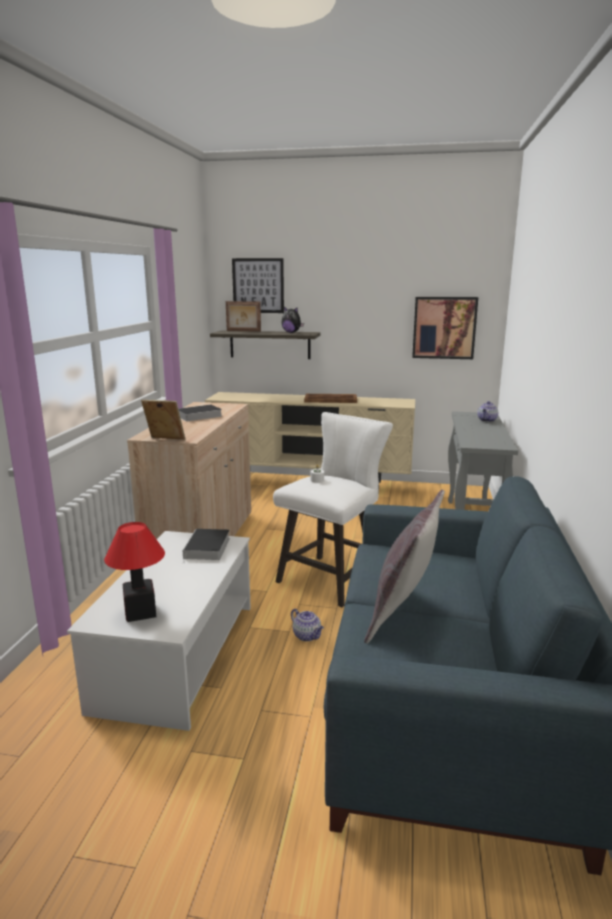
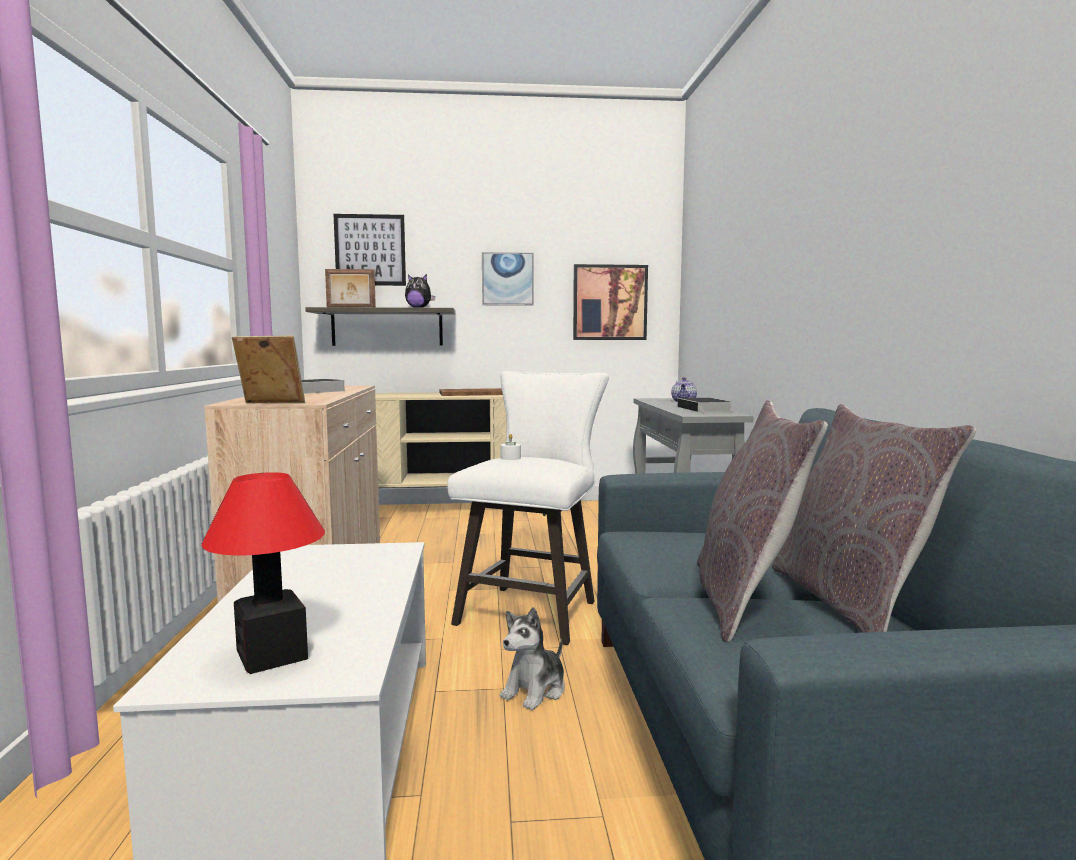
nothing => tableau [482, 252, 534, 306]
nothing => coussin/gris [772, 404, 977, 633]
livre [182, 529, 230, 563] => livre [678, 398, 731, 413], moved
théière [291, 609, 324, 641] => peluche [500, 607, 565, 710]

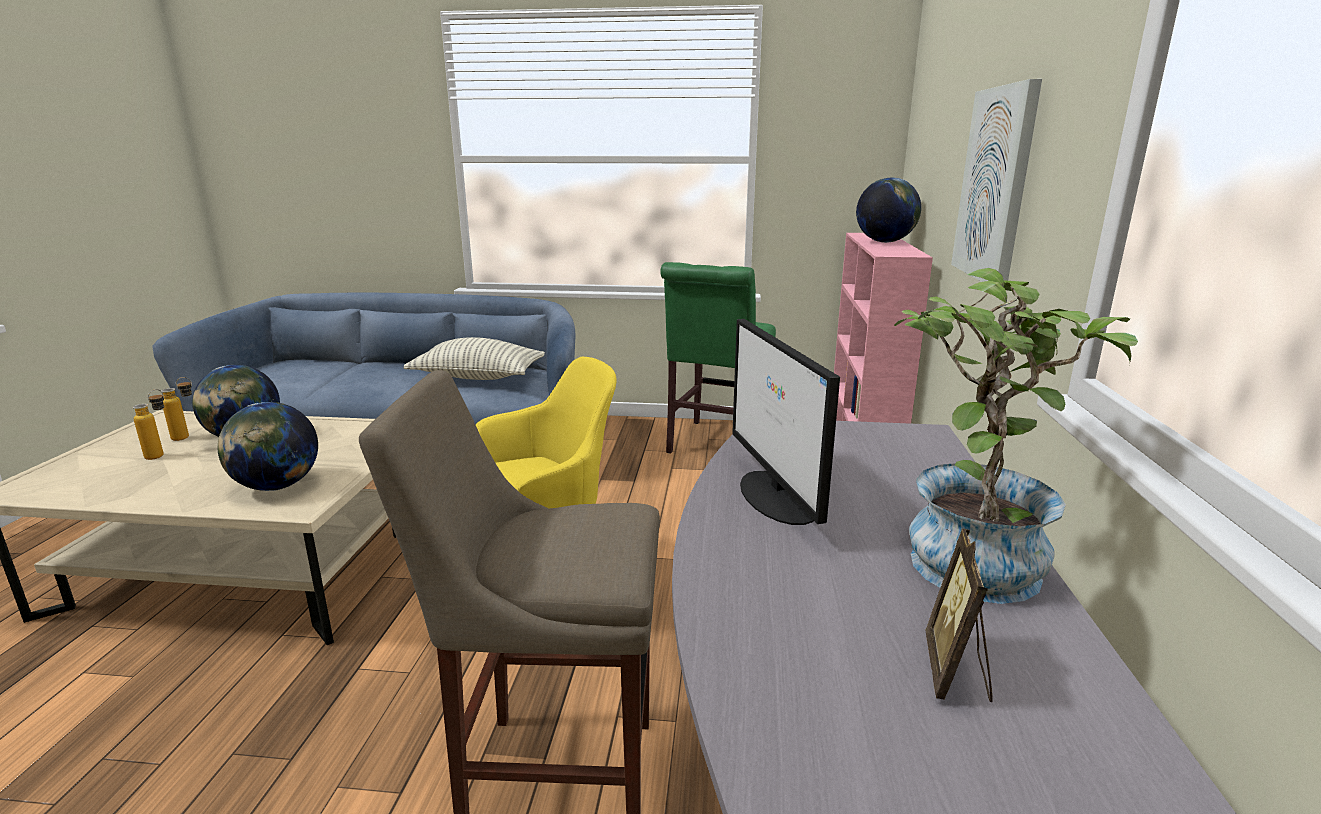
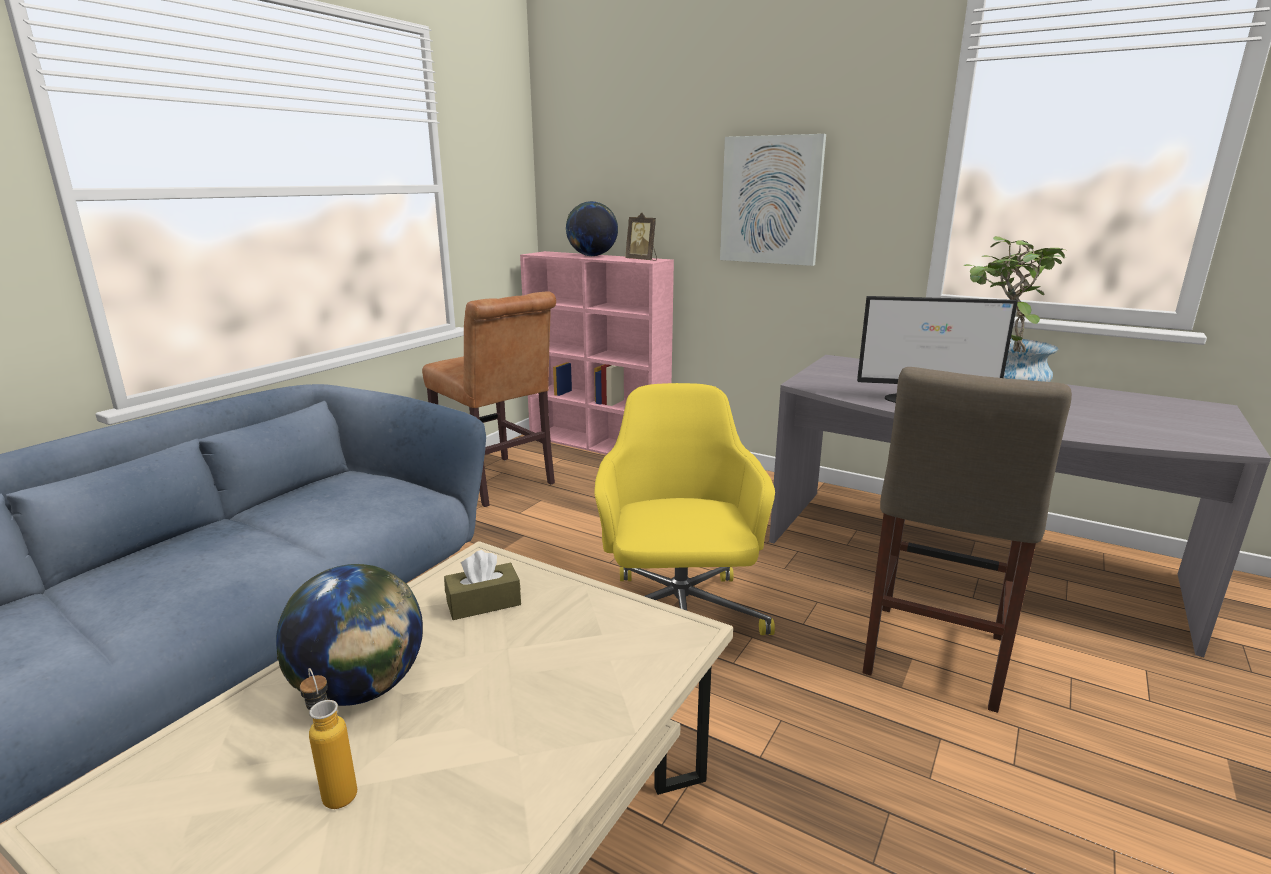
bouteille [161, 377, 192, 441] => nothing
globe [218, 402, 318, 491] => nothing
coussin [403, 337, 545, 380] => nothing
nothing => boîte à mouchoirs/marron [444, 550, 521, 620]
cadre photo [926, 528, 993, 702] => cadre photo [625, 213, 657, 261], moved
chaise/vert [660, 262, 776, 453] => chaise/marron [422, 291, 556, 507]

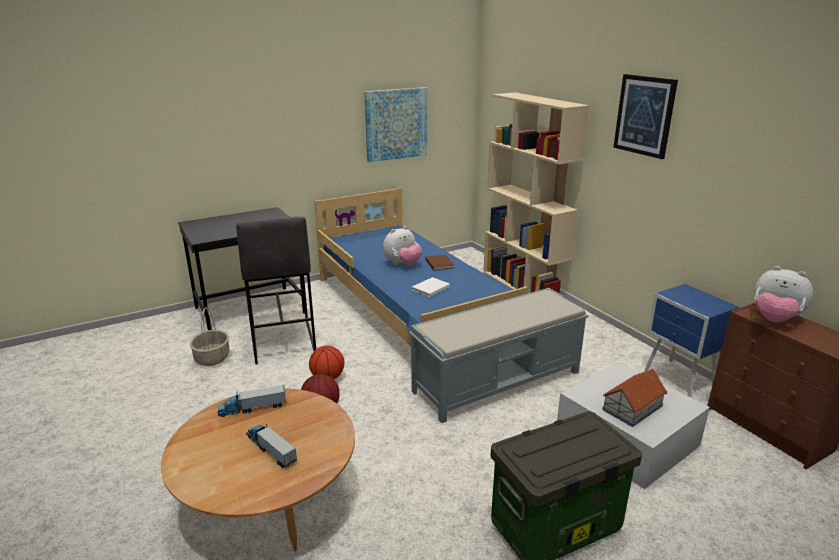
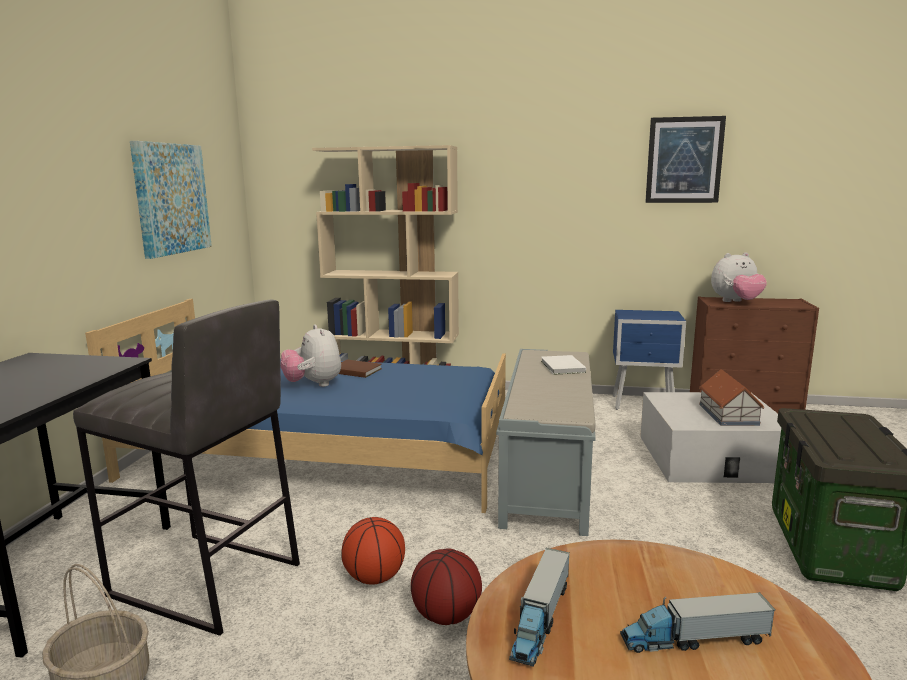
livre/blanc [412, 277, 450, 297] => livre/blanc [541, 355, 586, 375], moved
tableau [613, 74, 678, 159] => tableau [645, 116, 726, 203], moved
peluche [383, 226, 422, 265] => peluche [281, 324, 341, 387], 150 degrees clockwise

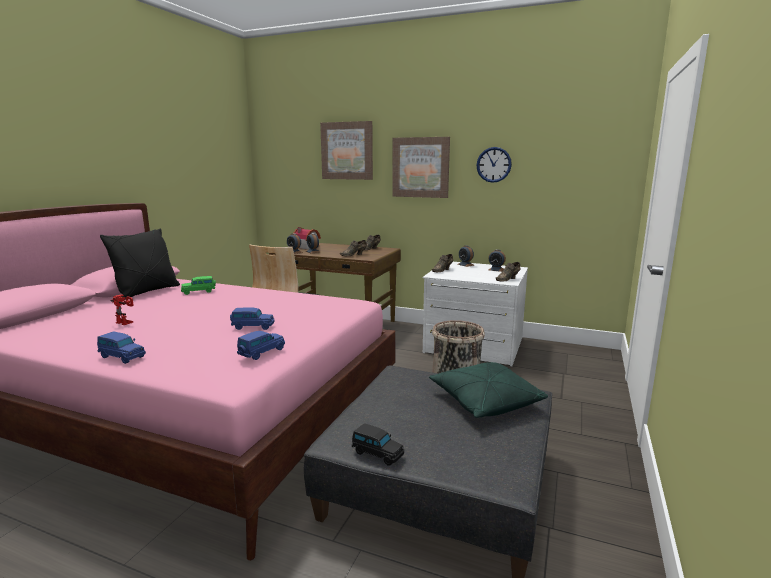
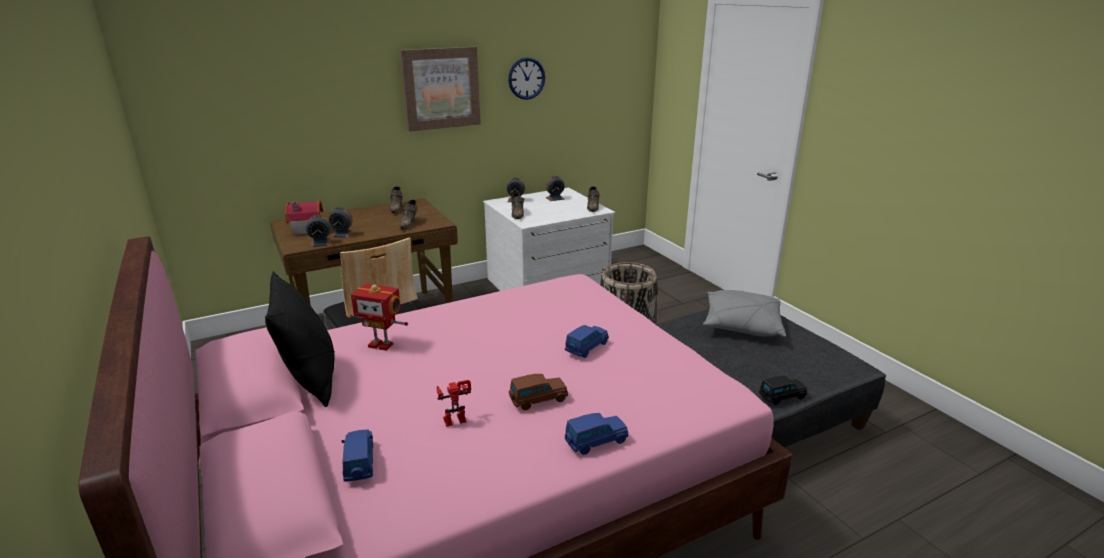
tableau [320, 121, 373, 180] => nothing
nothing => petite voiture/marron [509, 374, 568, 410]
petite voiture/bleu [237, 331, 285, 360] => petite voiture/bleu [341, 430, 373, 482], moved
petite voiture/vert [181, 276, 216, 295] => robot jouet [350, 284, 408, 351]
coussin/vert [429, 362, 548, 418] => coussin/gris [703, 290, 786, 337]

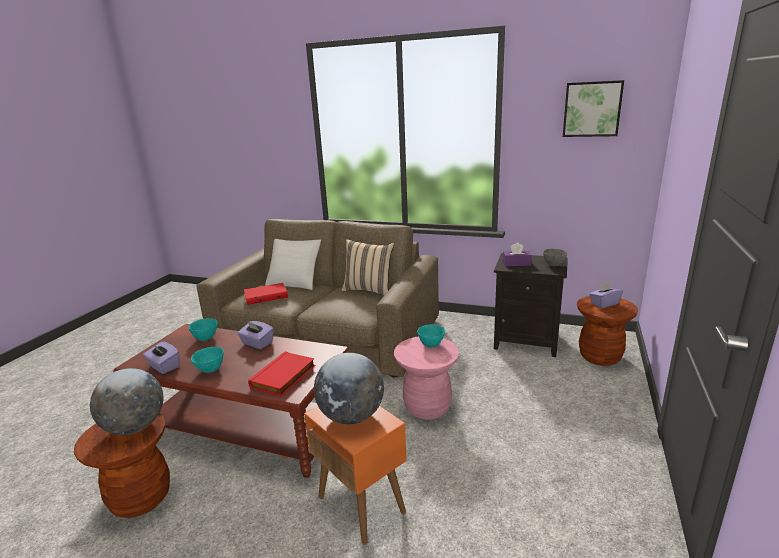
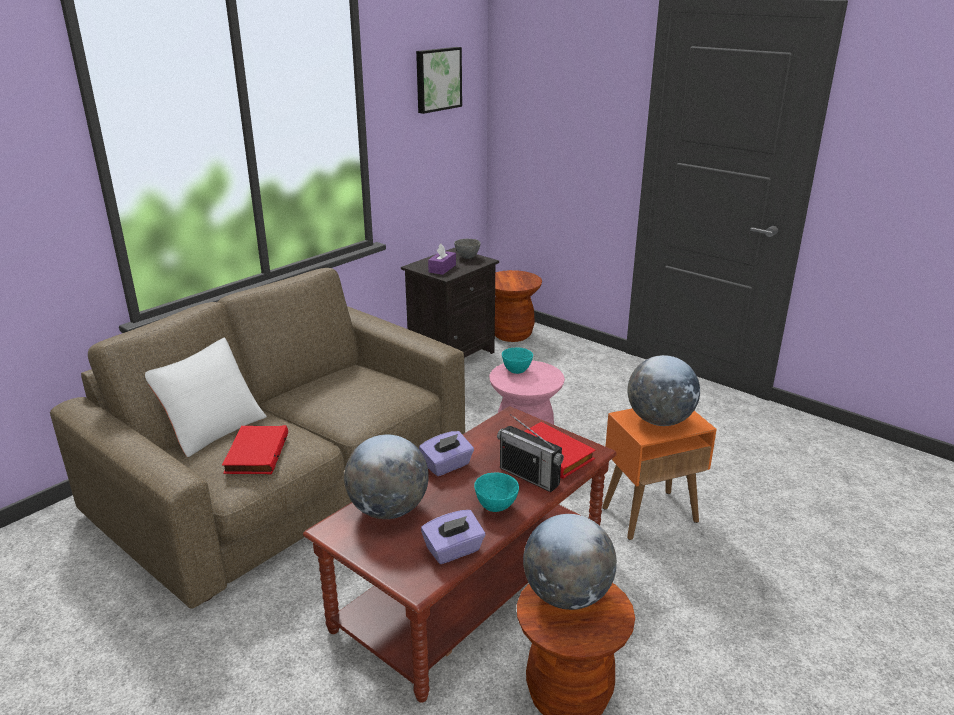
coussin/beige [341, 239, 394, 296] => nothing
boîte à mouchoirs/violet [589, 282, 623, 308] => nothing
nothing => radio [497, 414, 564, 492]
bol/turquoise [188, 318, 218, 341] => globe [344, 435, 429, 519]

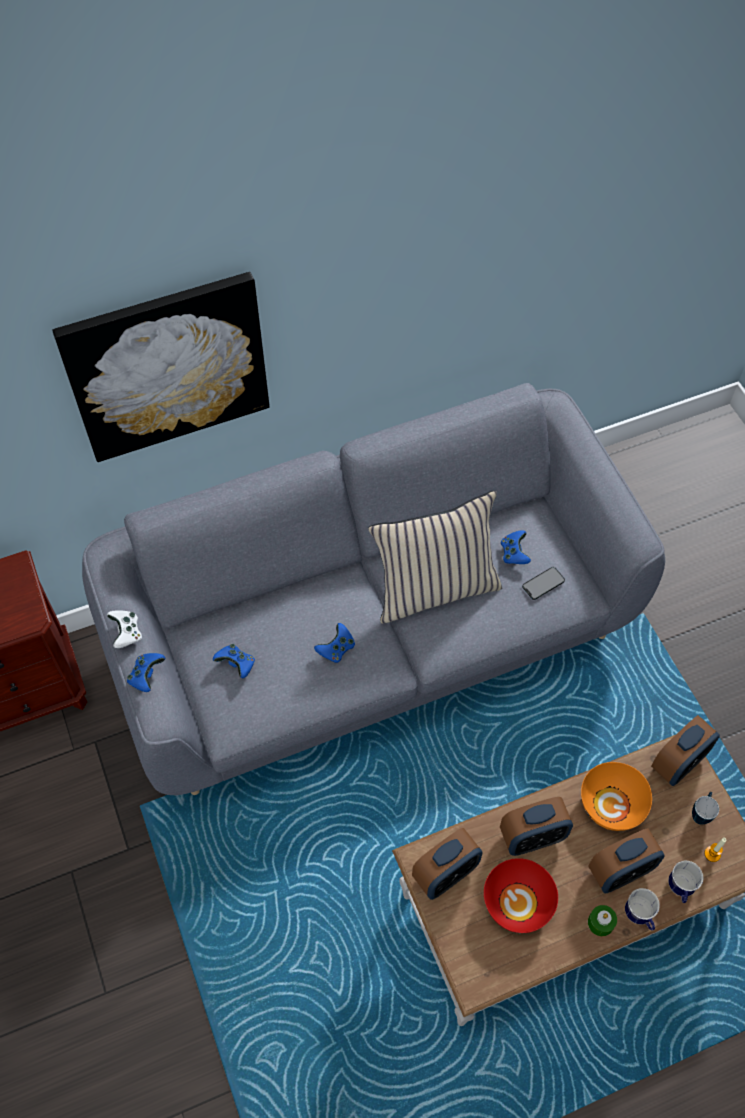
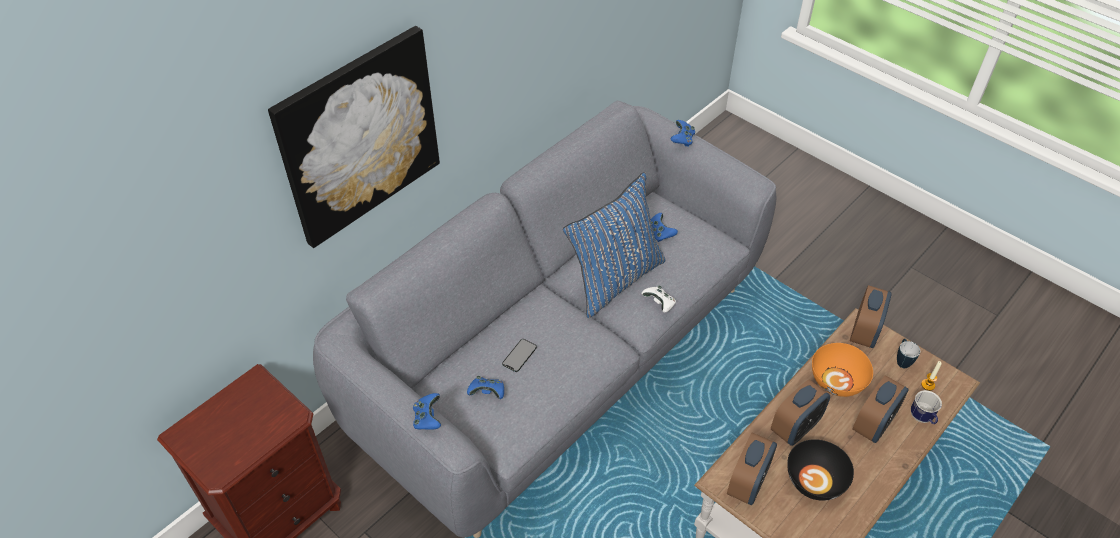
bougie/vert [588, 905, 617, 936] => nothing
mug [625, 888, 660, 930] => nothing
manette/blanc [107, 610, 142, 648] => manette/blanc [641, 285, 676, 313], moved
manette/bleu [314, 623, 355, 663] => manette/bleu [670, 120, 695, 147], moved
téléphone [522, 567, 565, 600] => téléphone [502, 339, 537, 372], moved
coussin/beige [368, 491, 502, 624] => coussin/bleu [563, 172, 666, 318]
bol/rouge [484, 858, 558, 933] => bol/noir [787, 439, 854, 501]

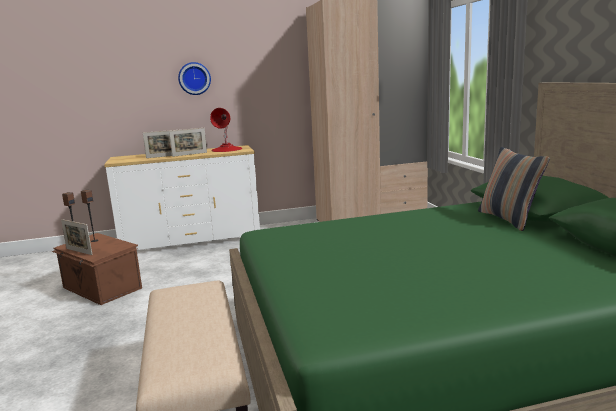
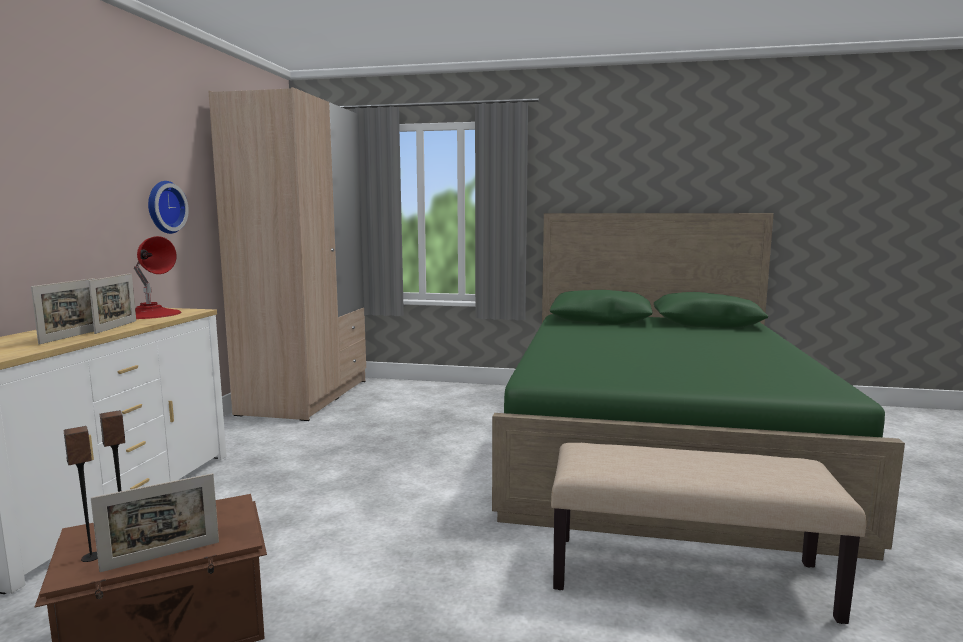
coussin [478, 147, 550, 231] => nothing
horloge murale [178, 62, 211, 95] => horloge murale [148, 181, 189, 234], moved

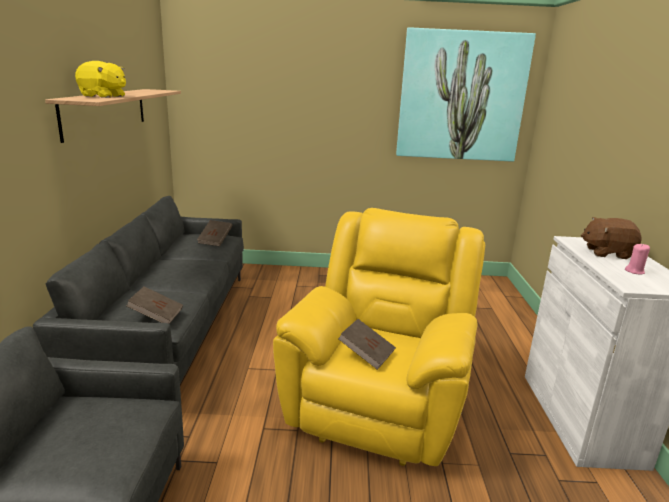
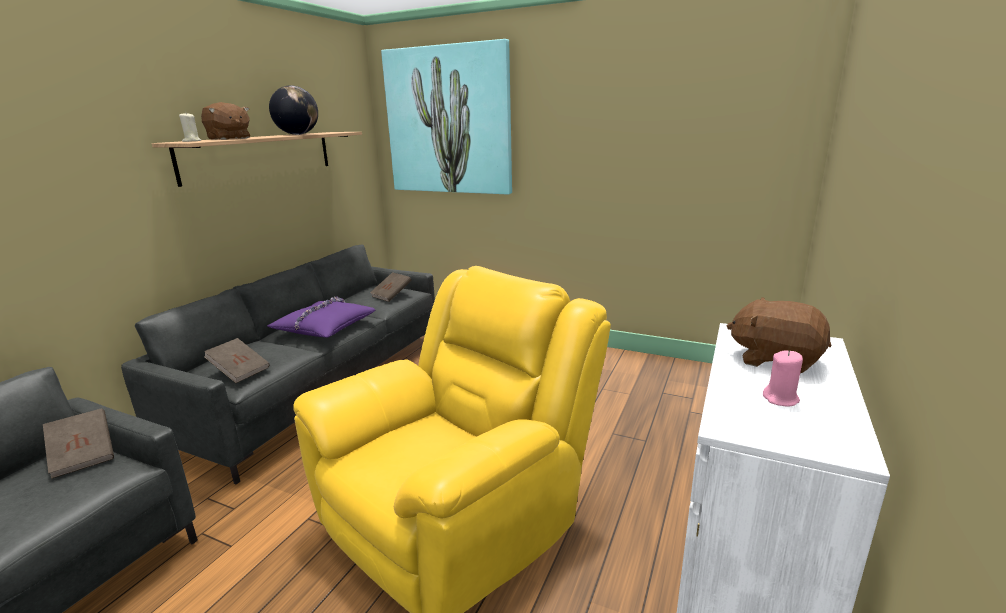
nothing => bougie/beige [179, 113, 201, 142]
nothing => coussin/violet [267, 297, 375, 338]
nothing => globe [269, 85, 318, 135]
livre/marron [338, 319, 396, 370] => livre/marron [43, 408, 114, 479], moved
tableau [396, 27, 536, 162] => tableau [381, 39, 512, 195], moved
peluche/jaune [75, 61, 126, 98] => peluche/marron [201, 102, 250, 140]

